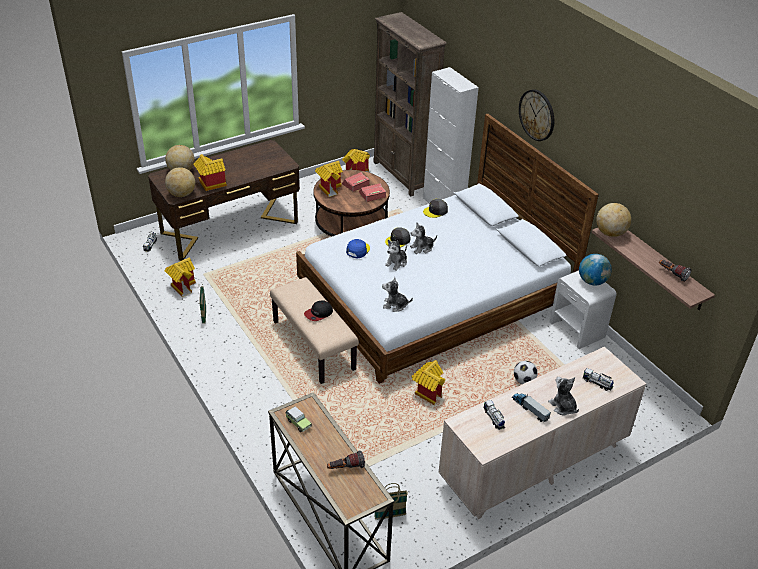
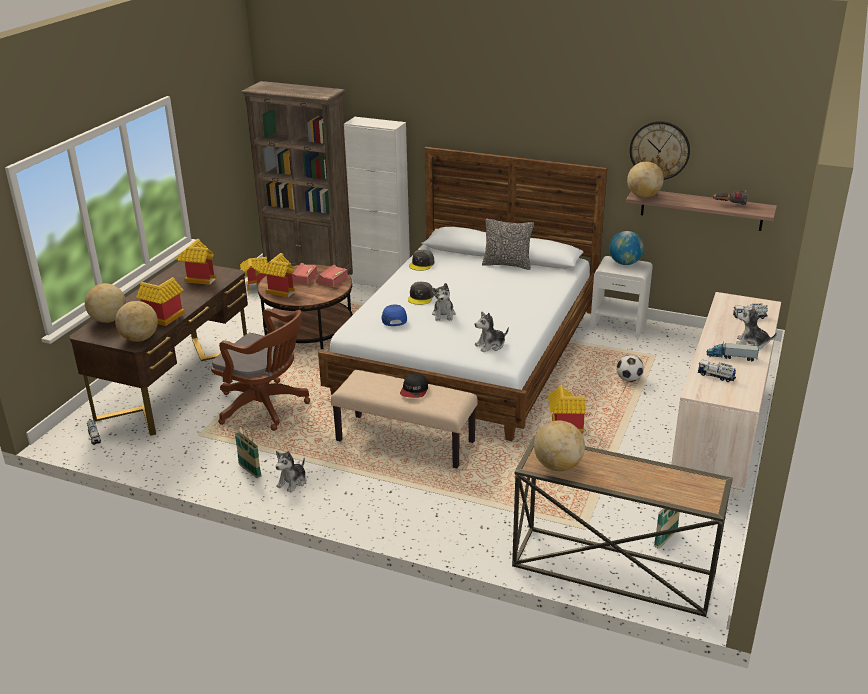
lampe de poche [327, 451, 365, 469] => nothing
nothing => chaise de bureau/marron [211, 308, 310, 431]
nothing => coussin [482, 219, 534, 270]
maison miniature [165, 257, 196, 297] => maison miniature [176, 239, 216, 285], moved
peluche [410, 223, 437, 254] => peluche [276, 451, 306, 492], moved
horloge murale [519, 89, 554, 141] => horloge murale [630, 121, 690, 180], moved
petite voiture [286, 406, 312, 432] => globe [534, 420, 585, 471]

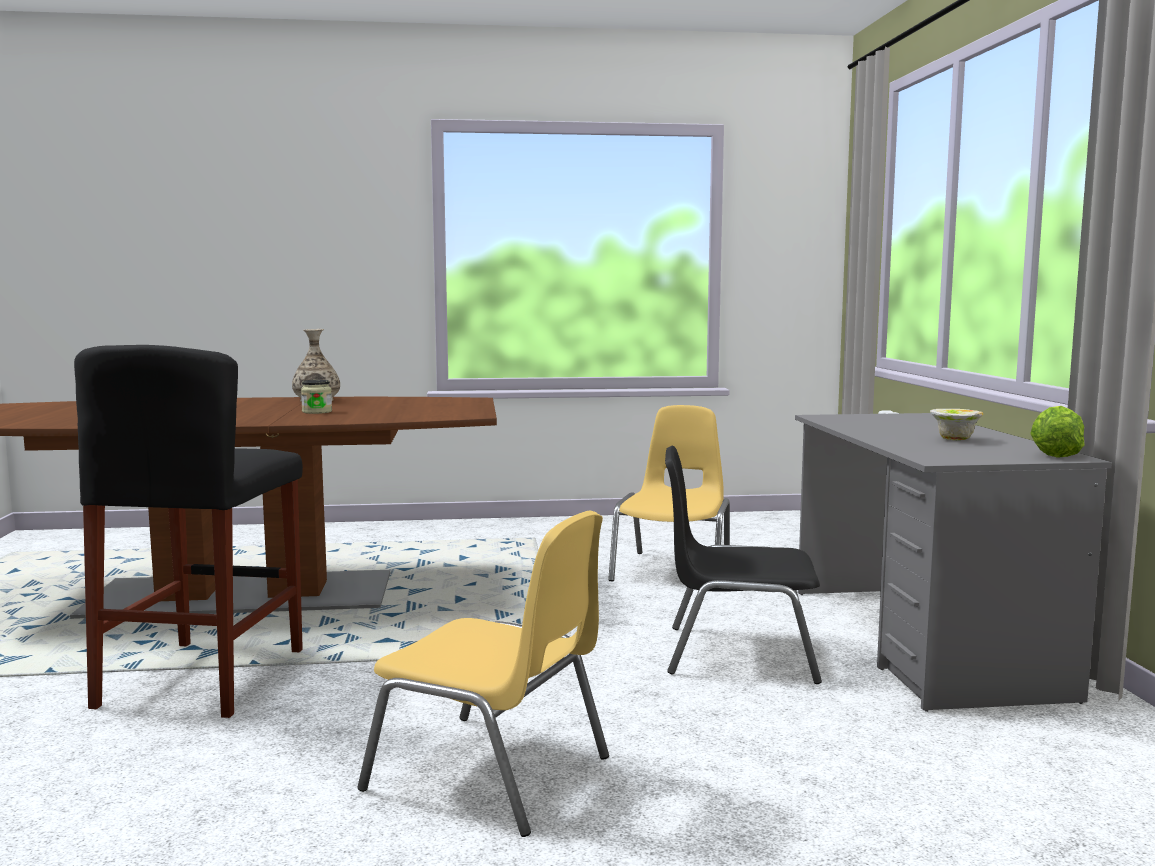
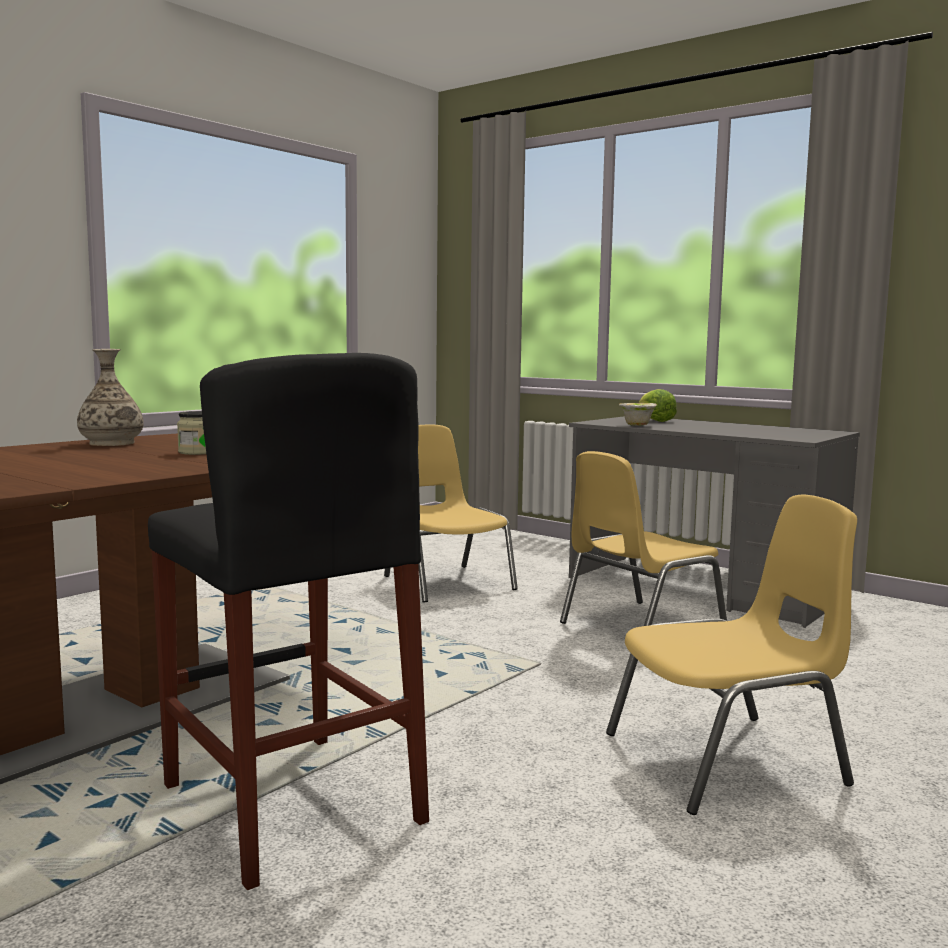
bol [930, 409, 983, 440] => bol [619, 403, 657, 426], moved
laitue [1030, 406, 1085, 458] => laitue [639, 389, 677, 422], moved
chaise/noir [665, 446, 822, 684] => chaise/jaune [560, 451, 727, 626]

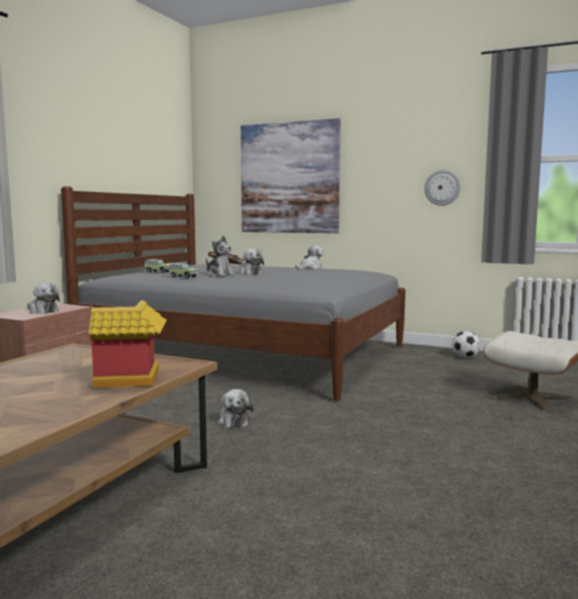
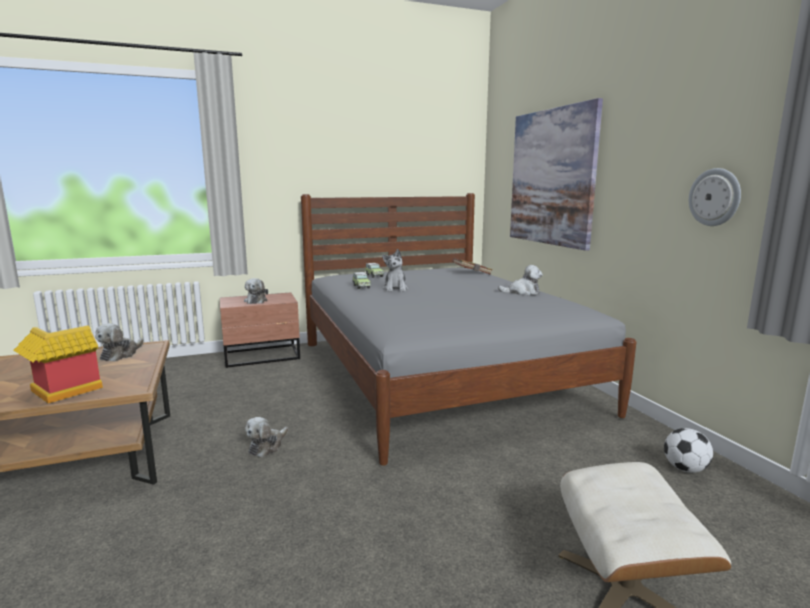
peluche [239, 248, 264, 275] => peluche [95, 323, 144, 361], moved

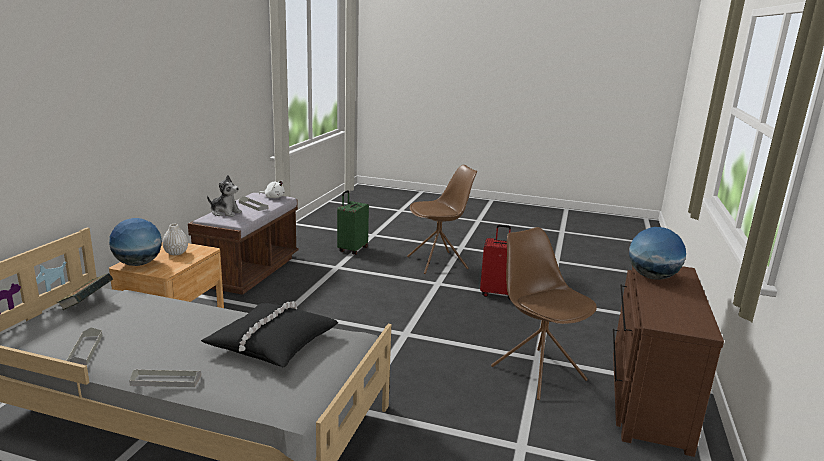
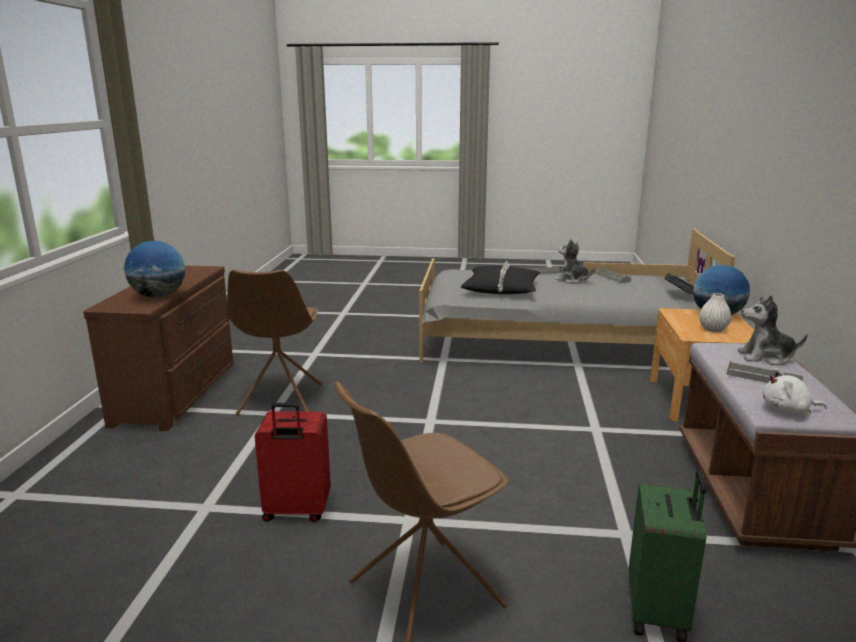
nothing => peluche [555, 239, 595, 284]
chaise/marron [491, 227, 597, 400] => chaise/marron [227, 270, 322, 415], 45 degrees clockwise

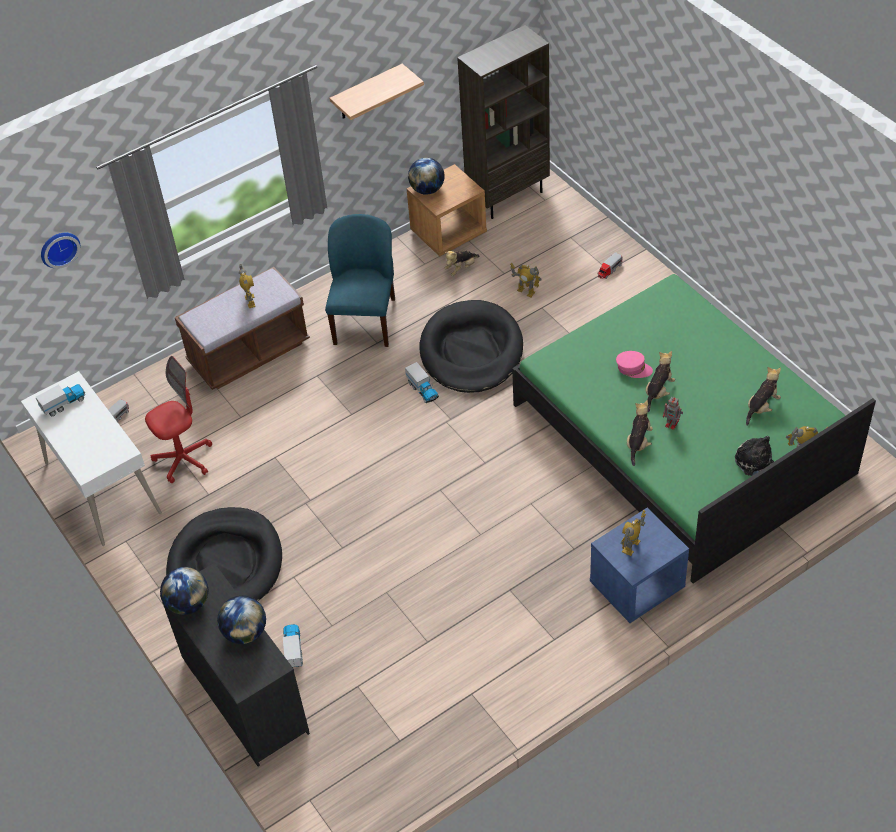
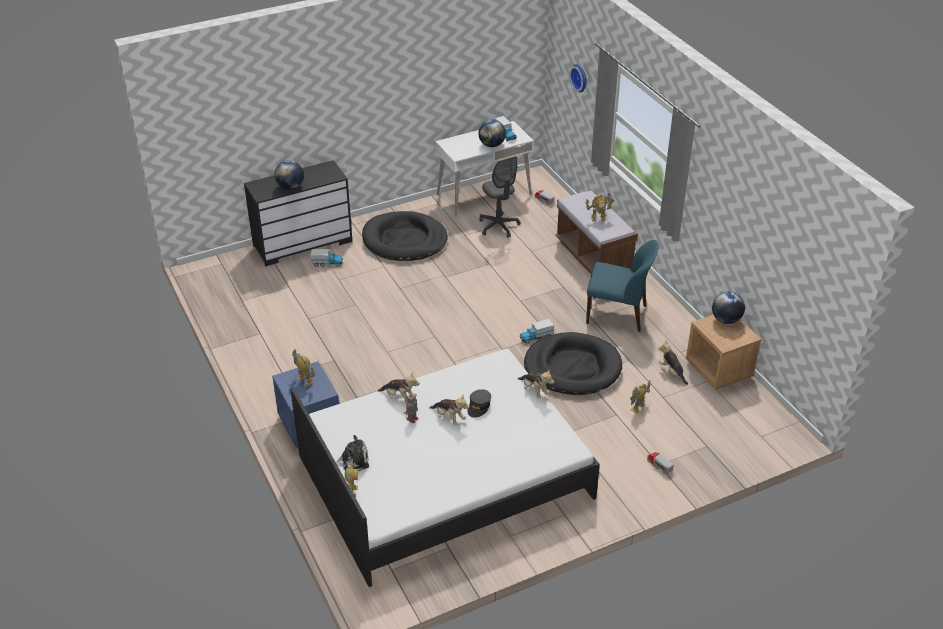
étagère [330, 64, 424, 120] => nothing
bibliothèque/marron [457, 25, 550, 219] => nothing
globe [160, 567, 208, 615] => globe [478, 119, 506, 147], moved
peluche [746, 367, 781, 426] => peluche [518, 369, 554, 398], moved
chaise de bureau/rouge [145, 356, 212, 483] => chaise de bureau/gris [479, 156, 521, 238]
lit/vert [512, 274, 876, 584] => lit/blanc [290, 349, 600, 587]
casquette/rose [616, 351, 653, 378] => casquette/gris [467, 389, 491, 418]

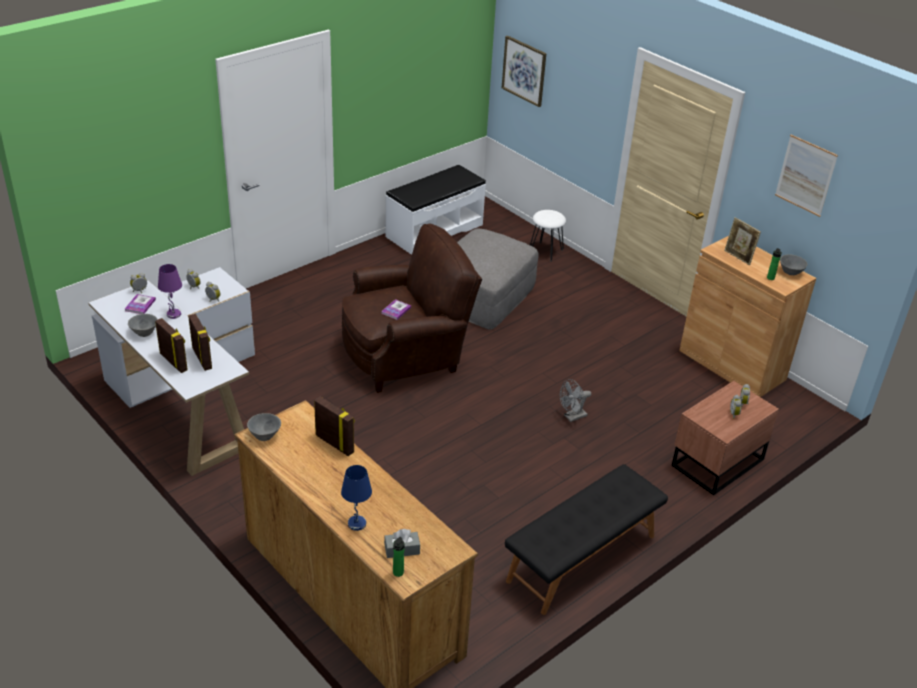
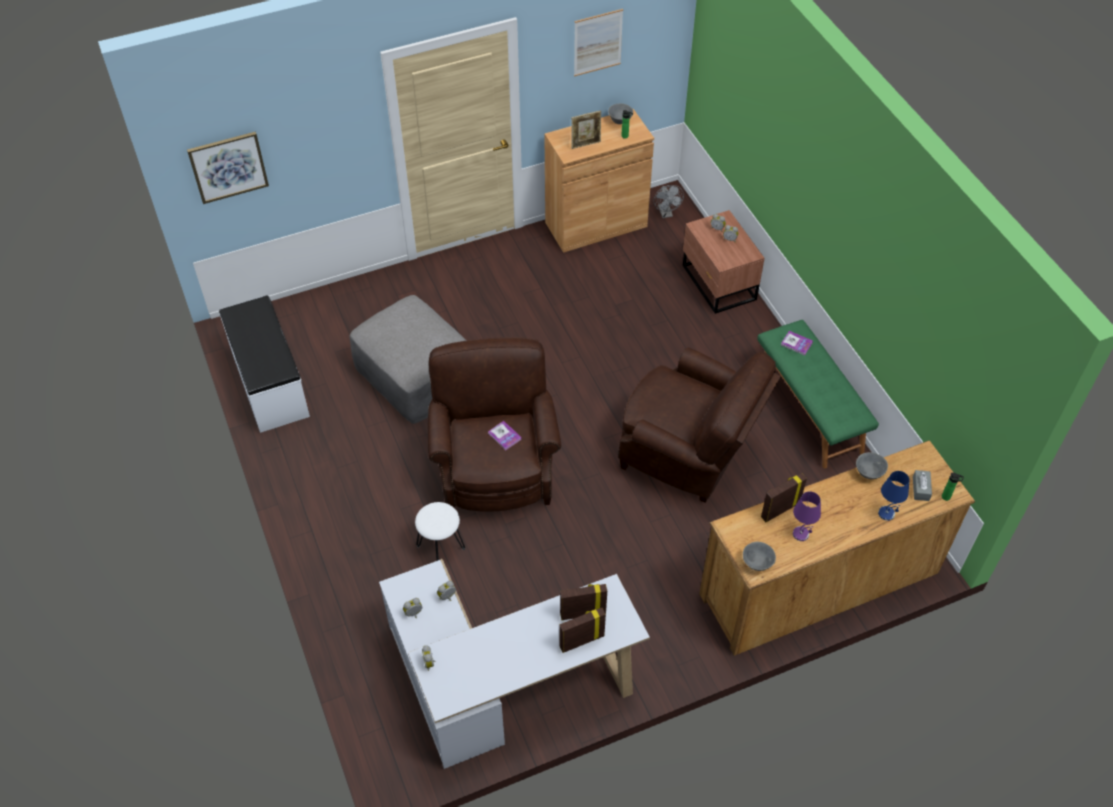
nothing => fauteuil/marron [618, 348, 781, 503]
livre [125, 294, 156, 314] => livre [781, 331, 813, 355], moved
bol/gris [128, 314, 158, 337] => bol/gris [856, 452, 888, 479], moved
lampe de table/violet [158, 264, 182, 319] => lampe de table/violet [793, 492, 821, 541], moved
tabouret/blanc [530, 210, 566, 262] => tabouret/blanc [415, 502, 465, 561], moved
ventilateur/gris [560, 379, 591, 422] => ventilateur/gris [654, 185, 684, 218], moved
banc/noir [505, 464, 668, 615] => banc/vert [757, 320, 879, 469]

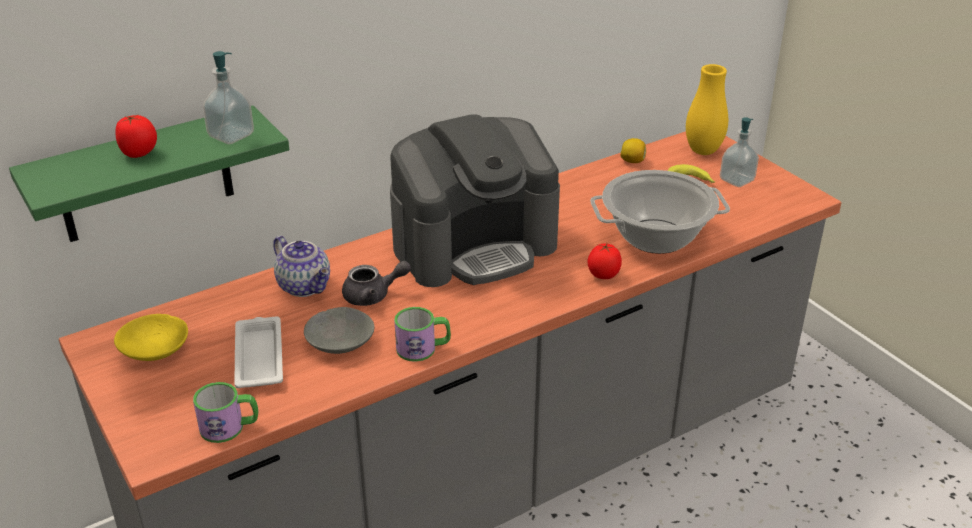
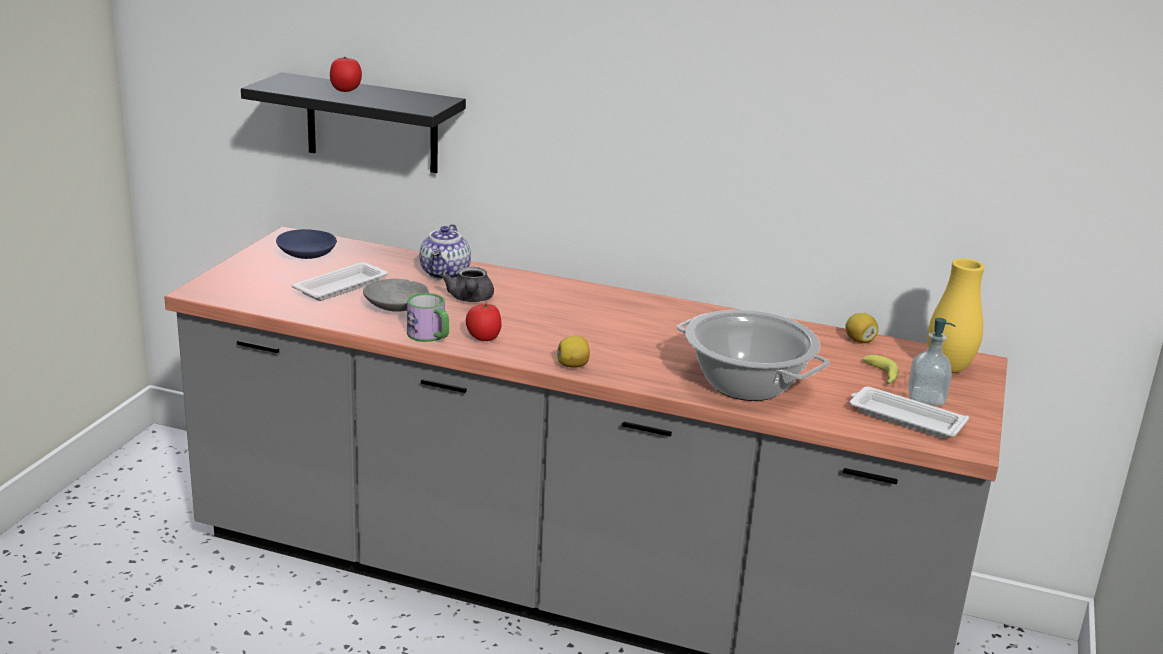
mug [193, 382, 259, 443] => nothing
distributeur de savon [203, 51, 254, 144] => nothing
machine à café [390, 114, 560, 287] => nothing
nothing => citron [556, 336, 590, 368]
nothing => plateau/blanc [850, 386, 969, 439]
tomate [587, 243, 622, 279] => tomate [466, 303, 502, 341], moved
étagère/vert [9, 105, 289, 242] => étagère/noir [241, 72, 466, 173]
bol/jaune [114, 314, 188, 361] => bol/bleu [276, 229, 337, 259]
théière/gris [342, 261, 411, 306] => théière/gris [440, 267, 494, 302], 45 degrees clockwise

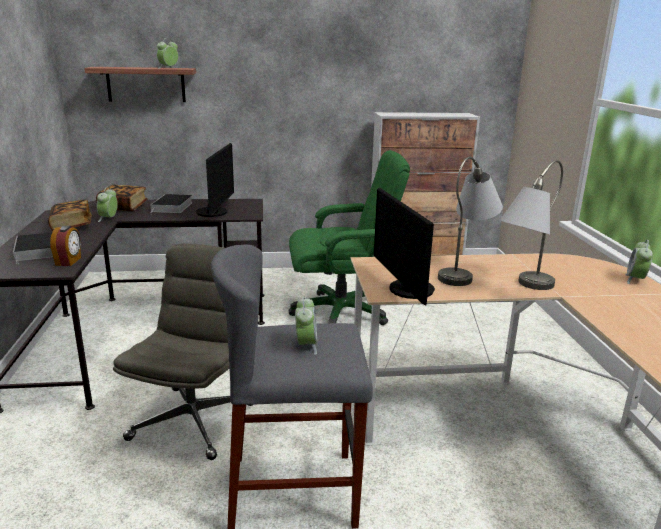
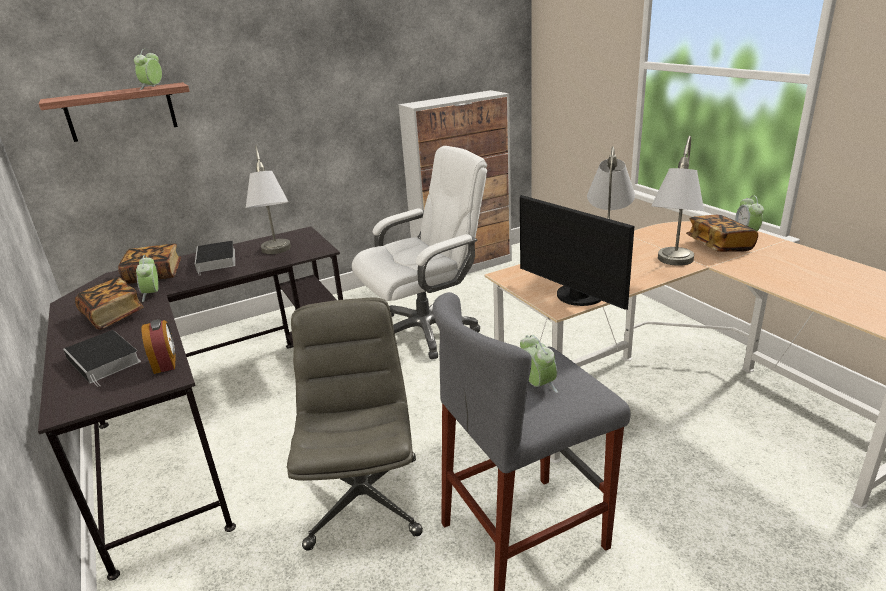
nothing => livre [686, 215, 758, 252]
écran d'ordinateur [196, 143, 234, 217] => lampe de table/gris [246, 145, 291, 254]
chaise de bureau/vert [289, 150, 410, 325] => chaise de bureau/blanc [352, 146, 487, 359]

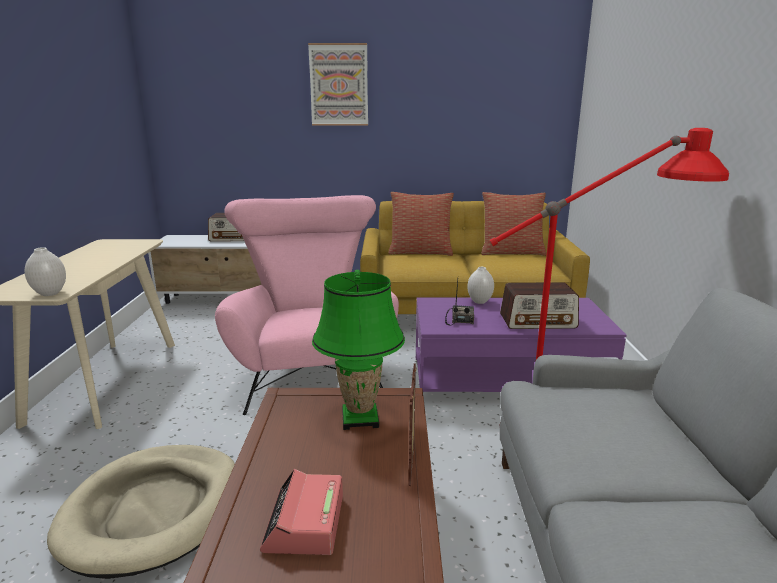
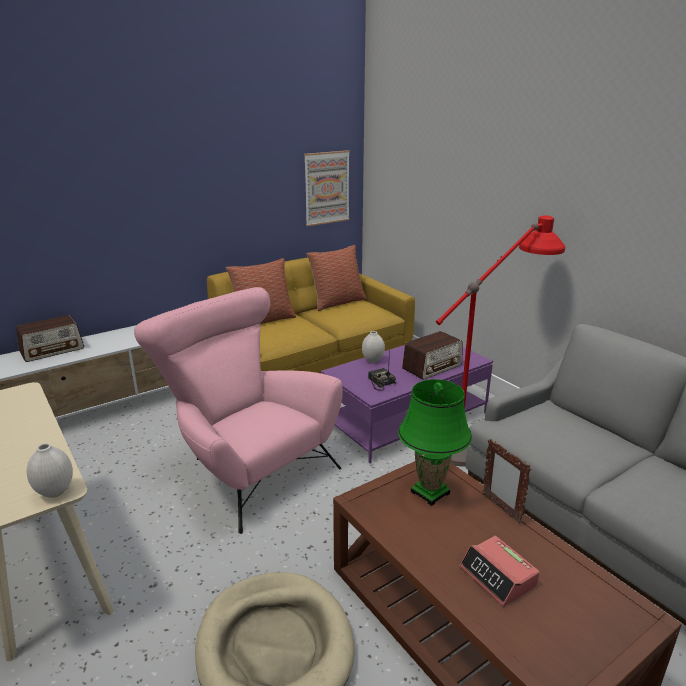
tableau [308, 43, 368, 126] => tableau [304, 150, 350, 226], moved

